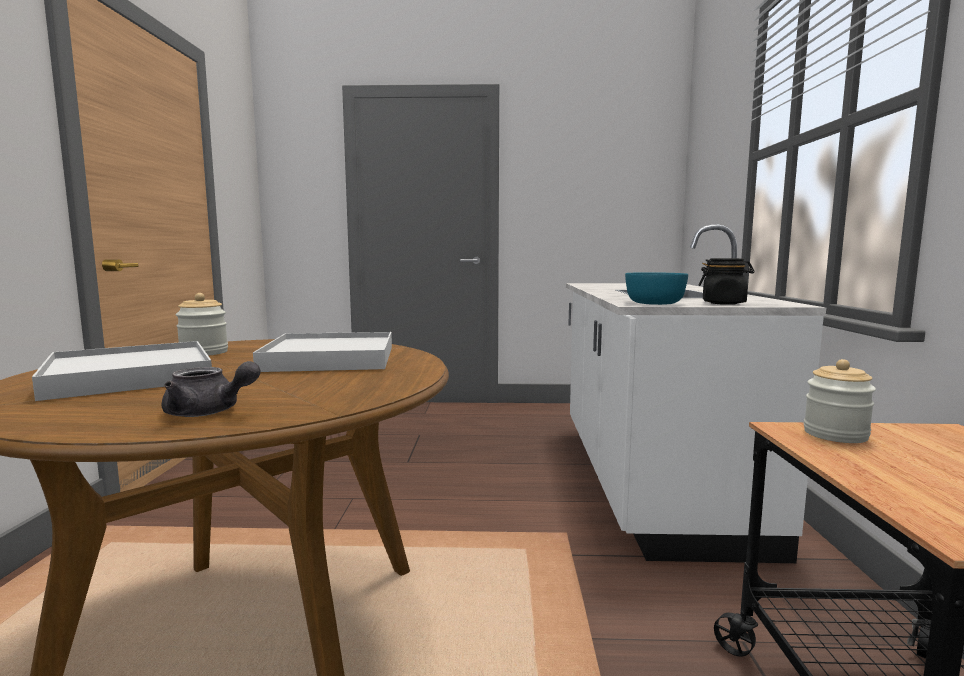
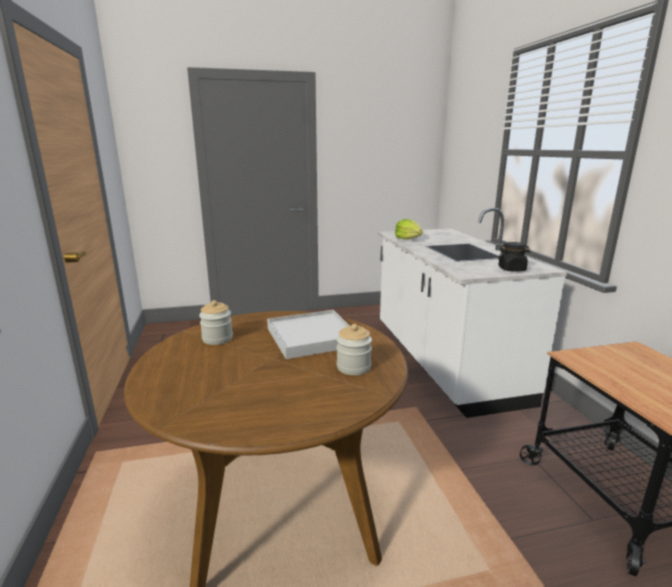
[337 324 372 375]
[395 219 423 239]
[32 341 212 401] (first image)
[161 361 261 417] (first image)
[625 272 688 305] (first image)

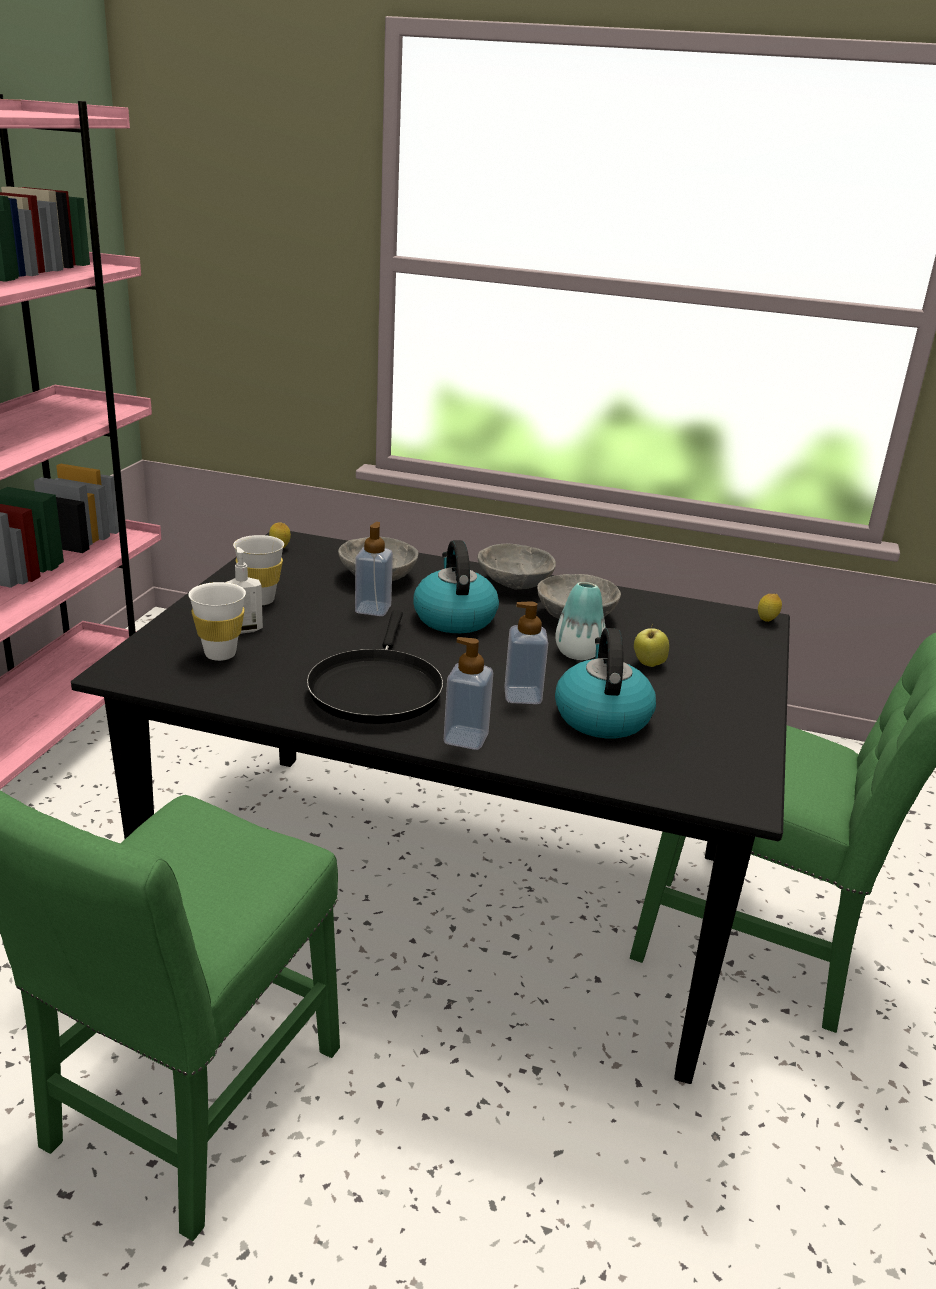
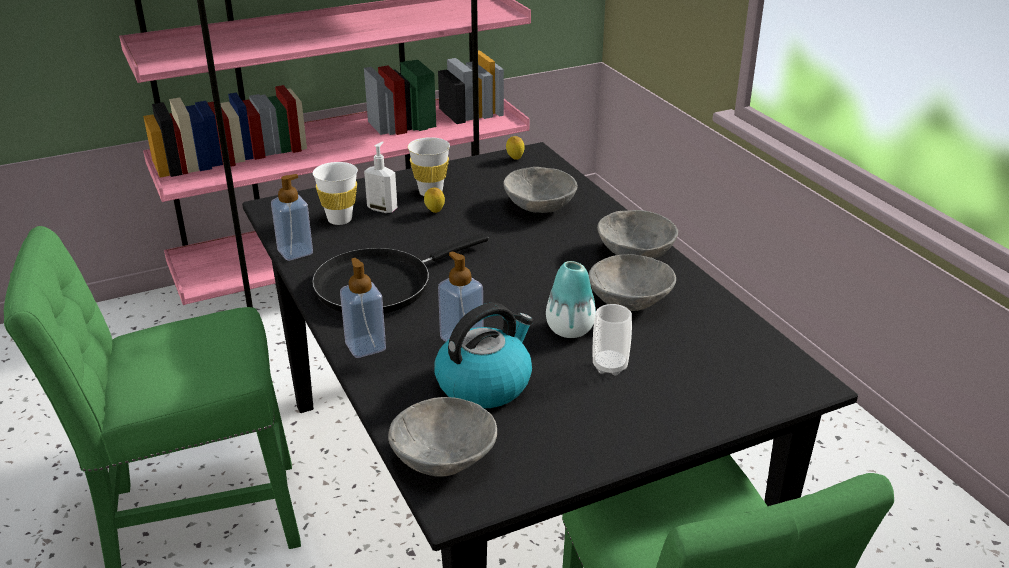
[271 174 313 261]
[388 397 497 477]
[424 187 445 213]
[593 304 632 376]
[413 540 499 633] (first image)

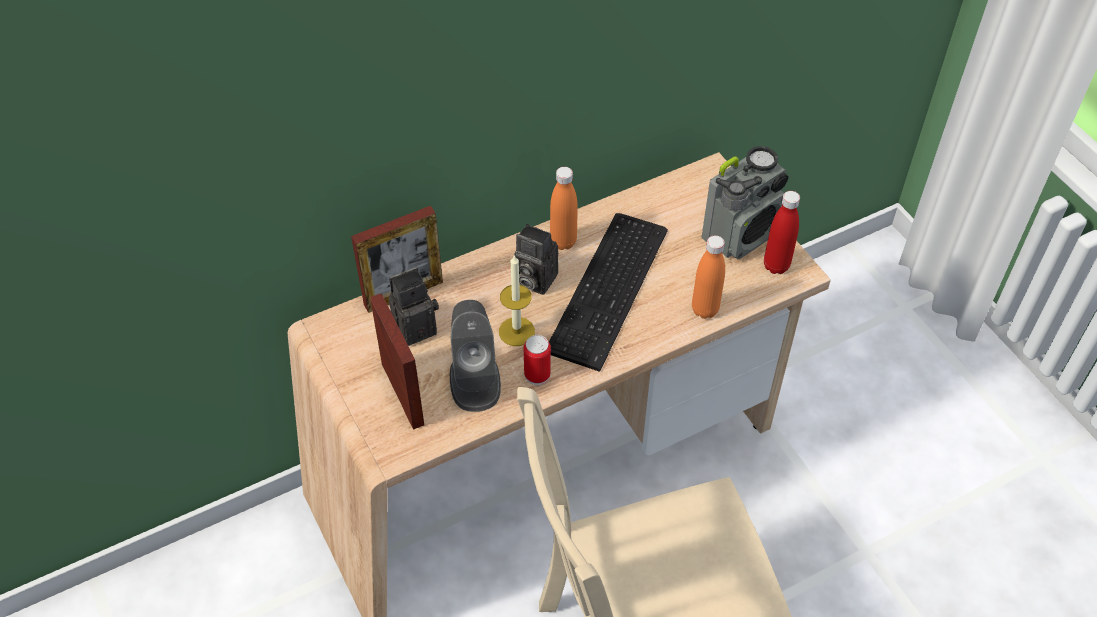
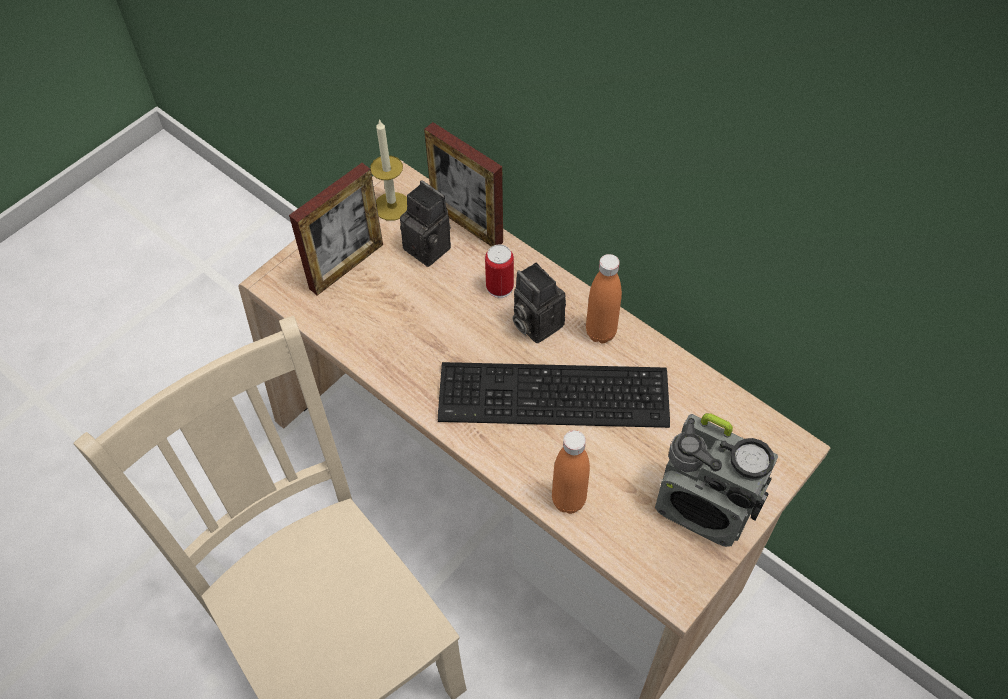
[370 119 407 221]
[485 244 514 298]
[512 262 566 343]
[450 300 501 412] (first image)
[764 191 800 274] (first image)

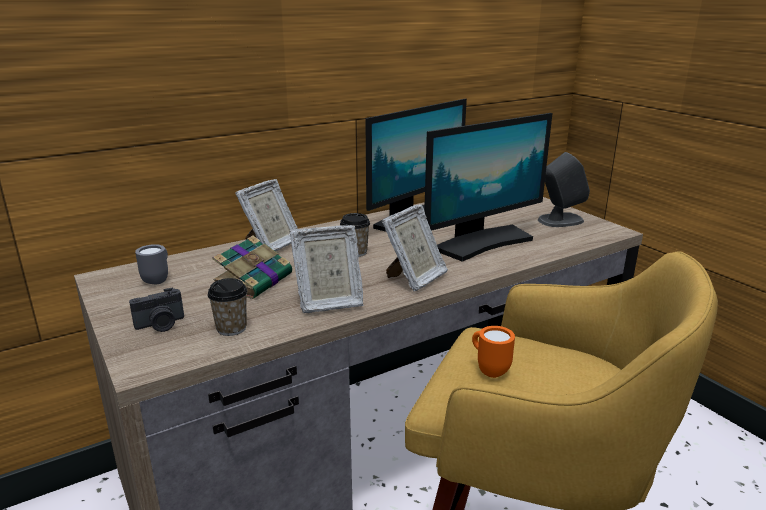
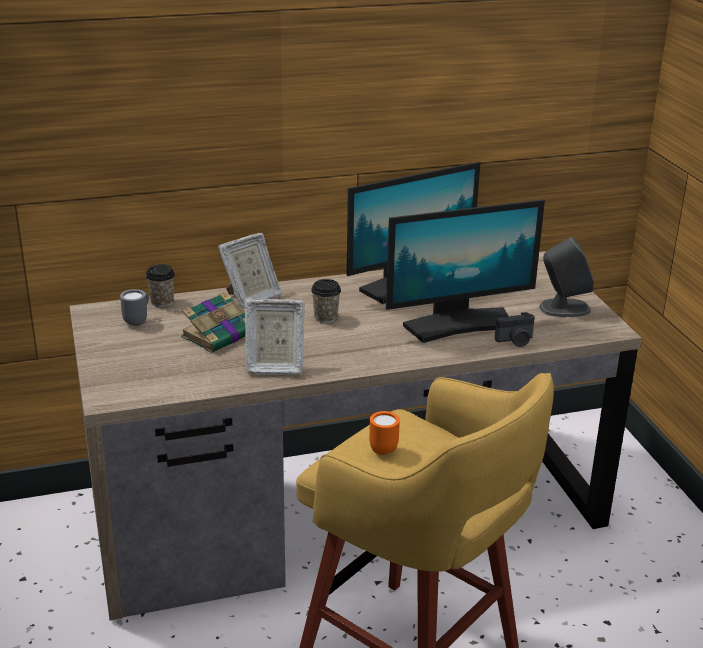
[146 264 175 307]
[495 312 535 347]
[382 204 448 292] (first image)

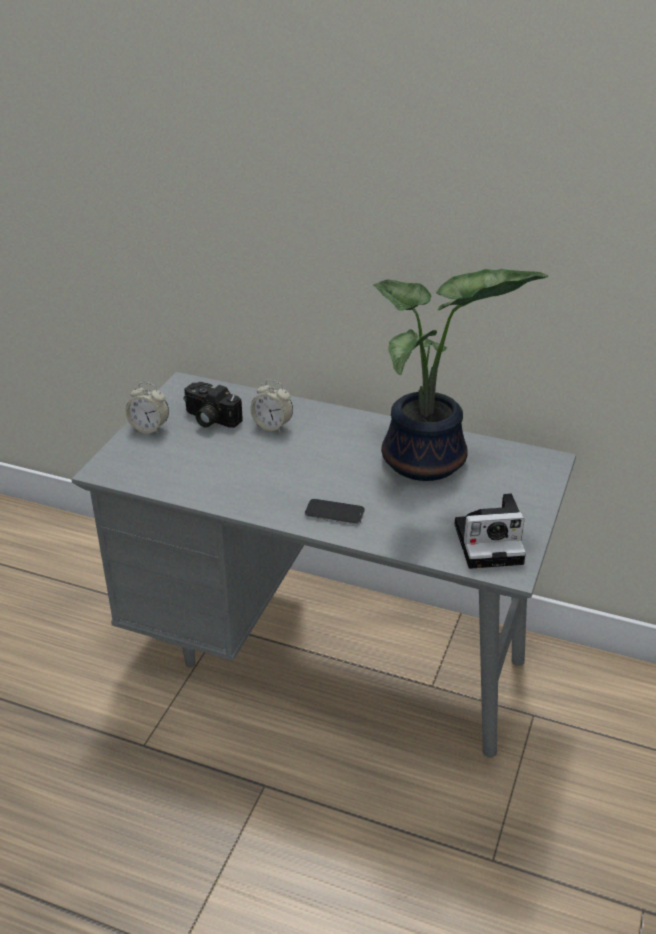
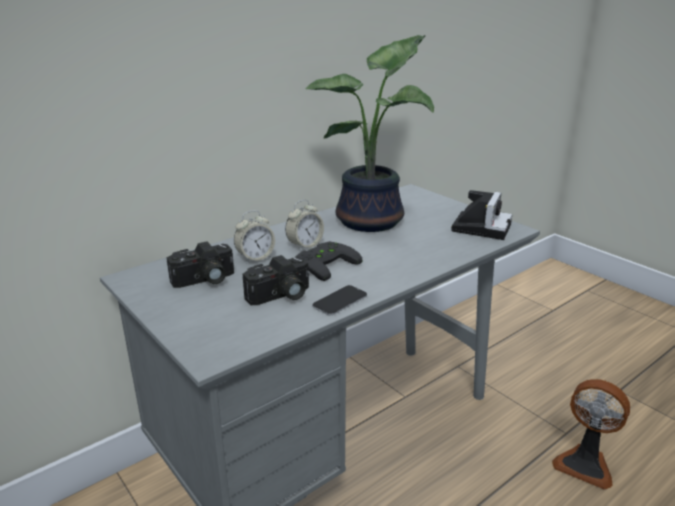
[243 255 309 305]
[285 200 324 251]
[296 241 363 281]
[312 285 367 316]
[552 379 630 490]

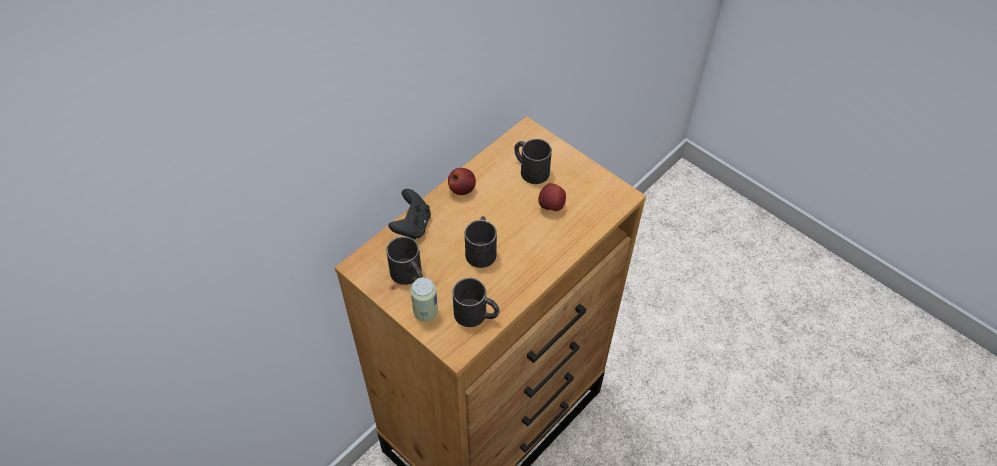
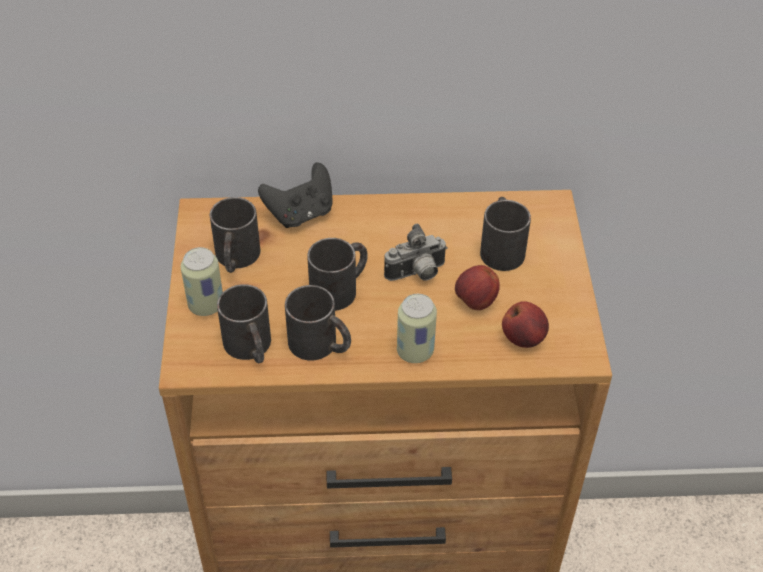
[285 285 351 360]
[384 224 447 281]
[397 294 437 363]
[502 301 549 348]

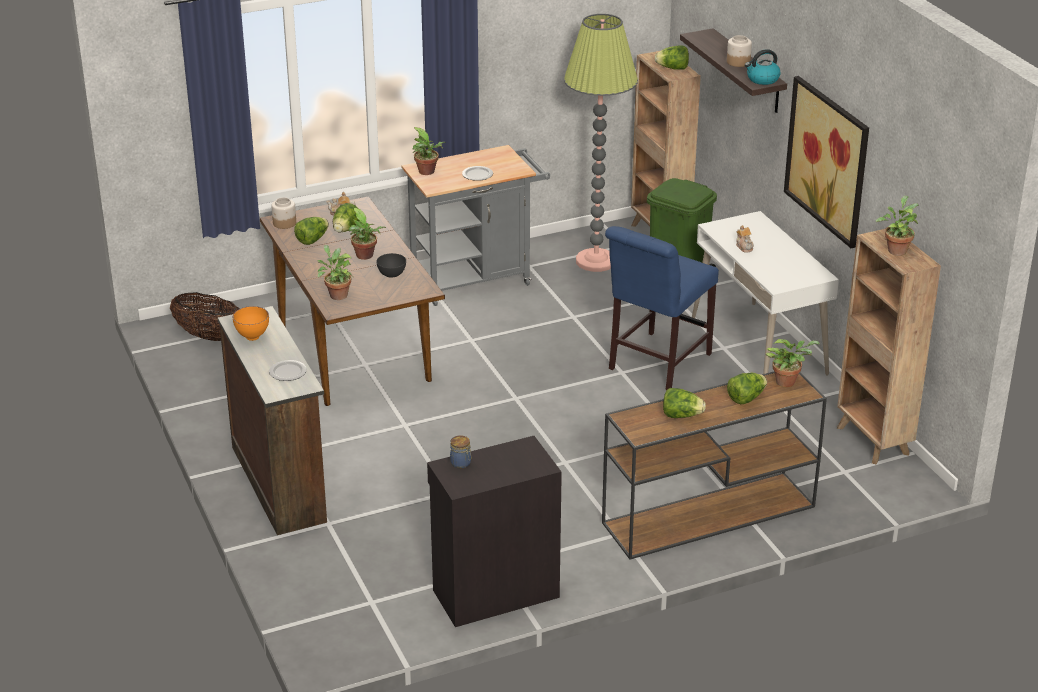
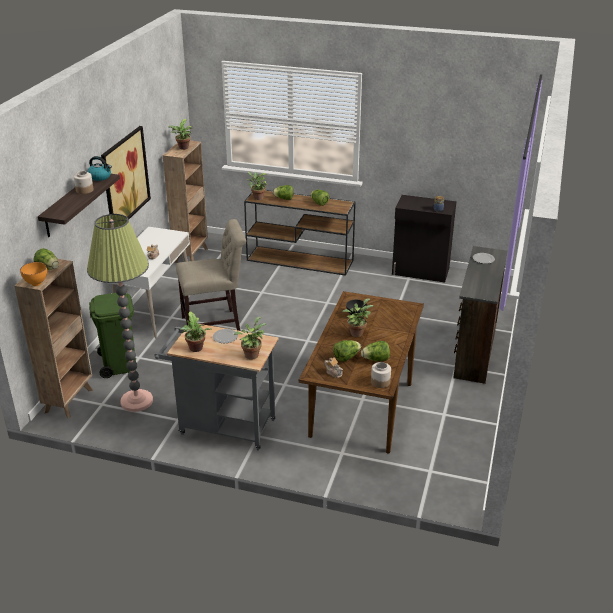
[20 262 47 286]
[176 219 246 331]
[180 311 212 352]
[170 292 239 341] (first image)

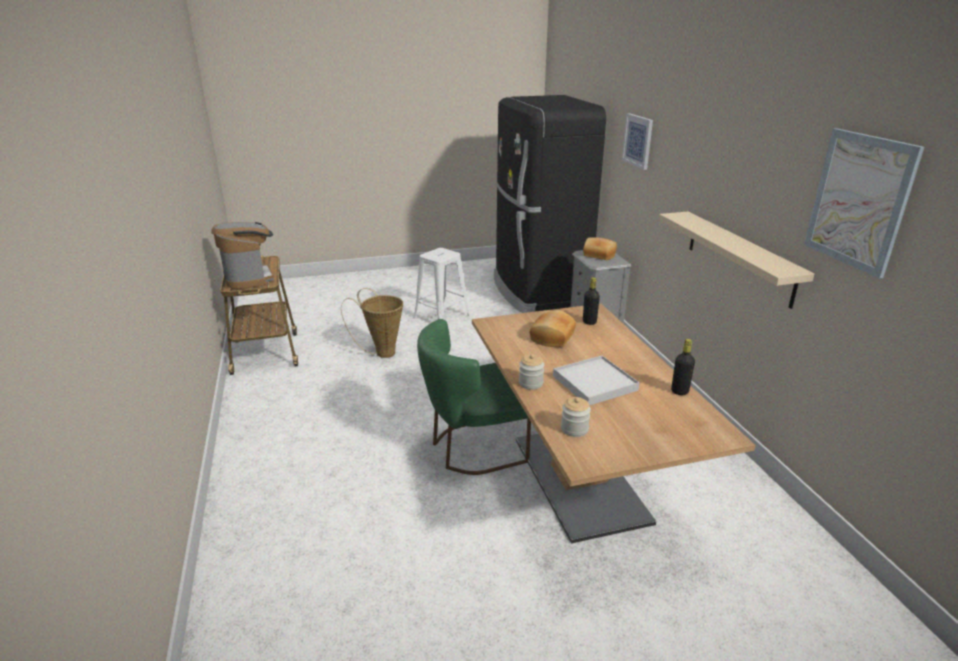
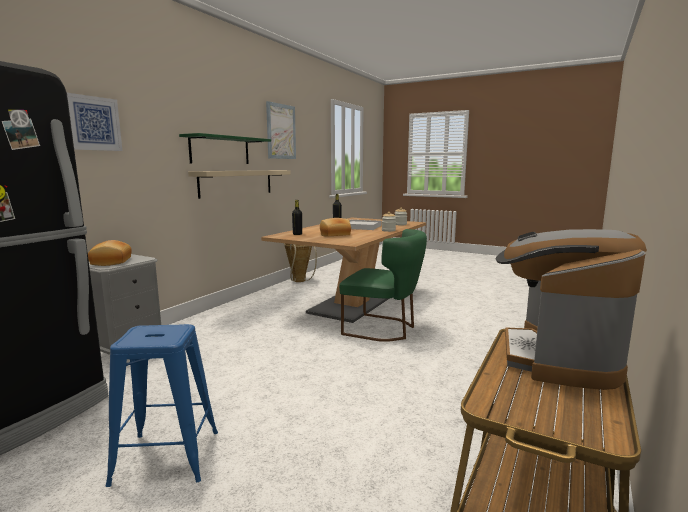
[106 324 218 487]
[179 133 271 164]
[284 243 317 282]

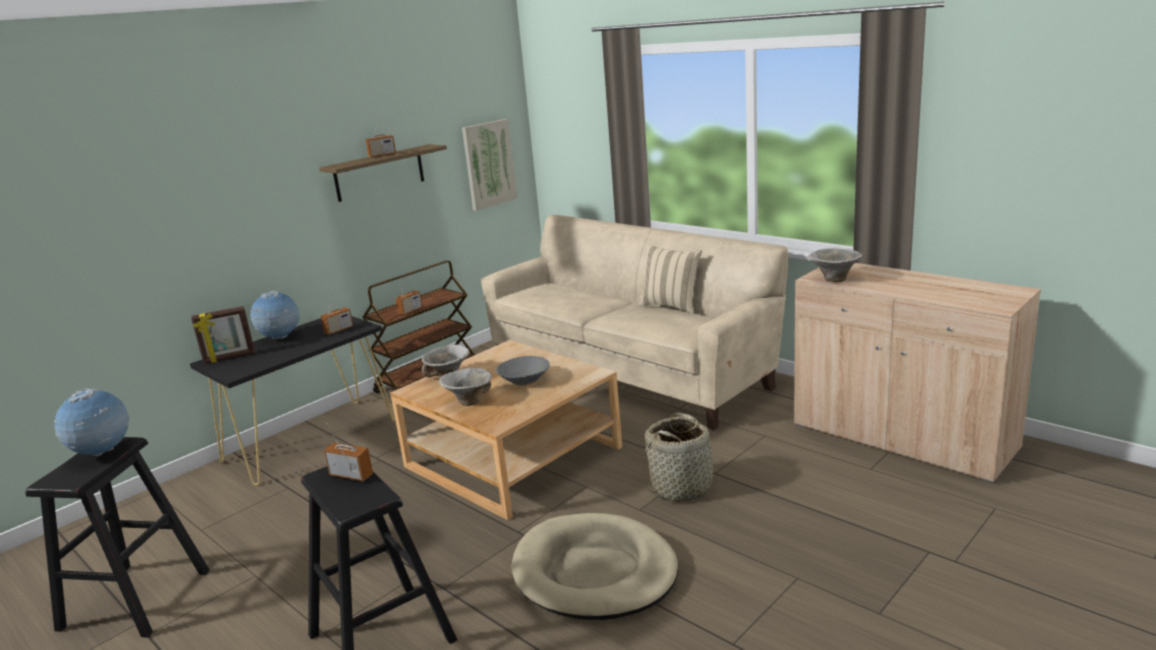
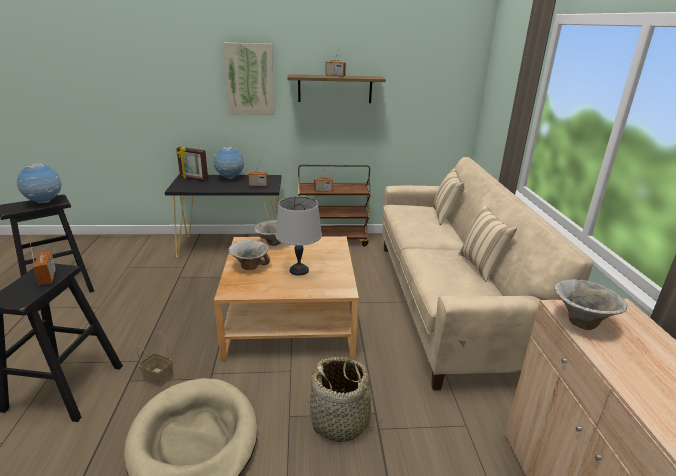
[137 332 173 387]
[223 43 275 115]
[275 196 322 276]
[434 168 465 225]

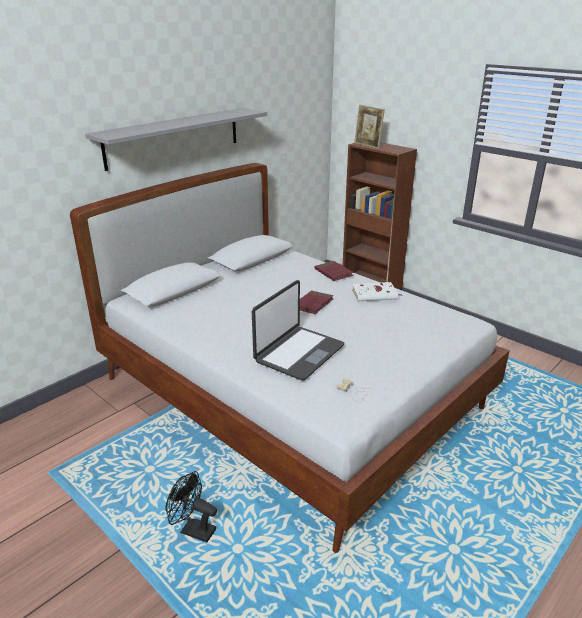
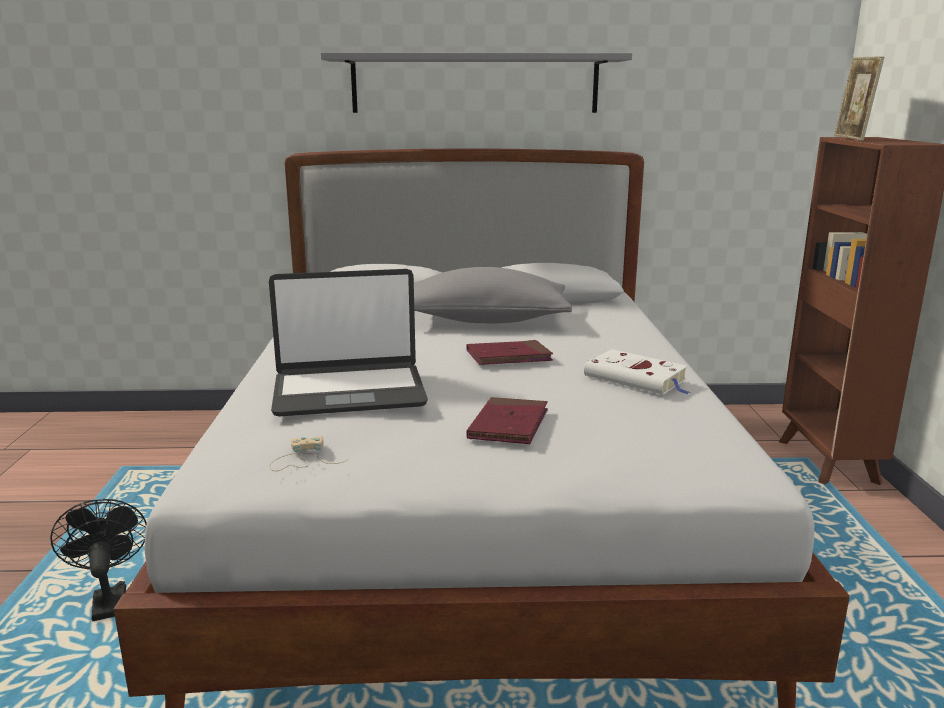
[414 267 572 323]
[466 397 548 444]

